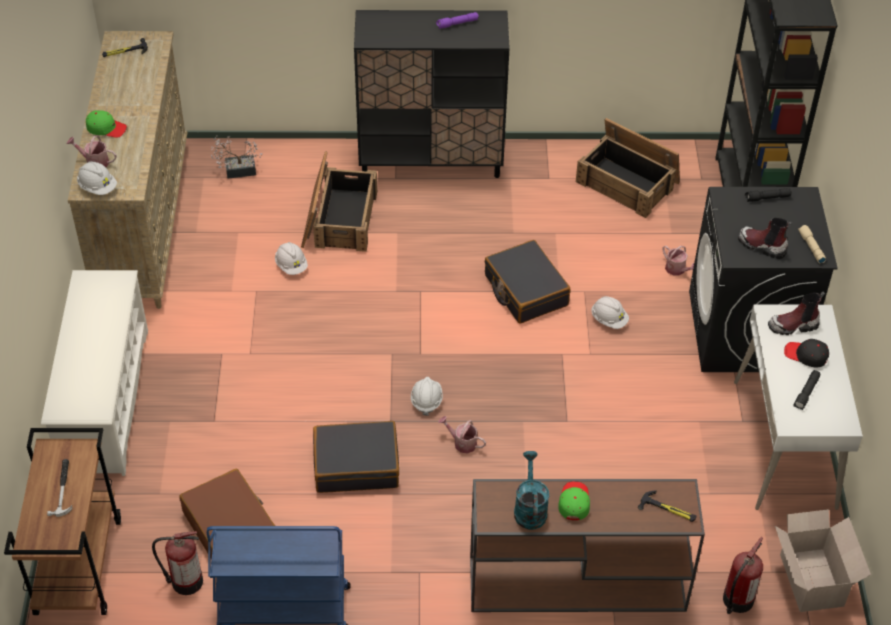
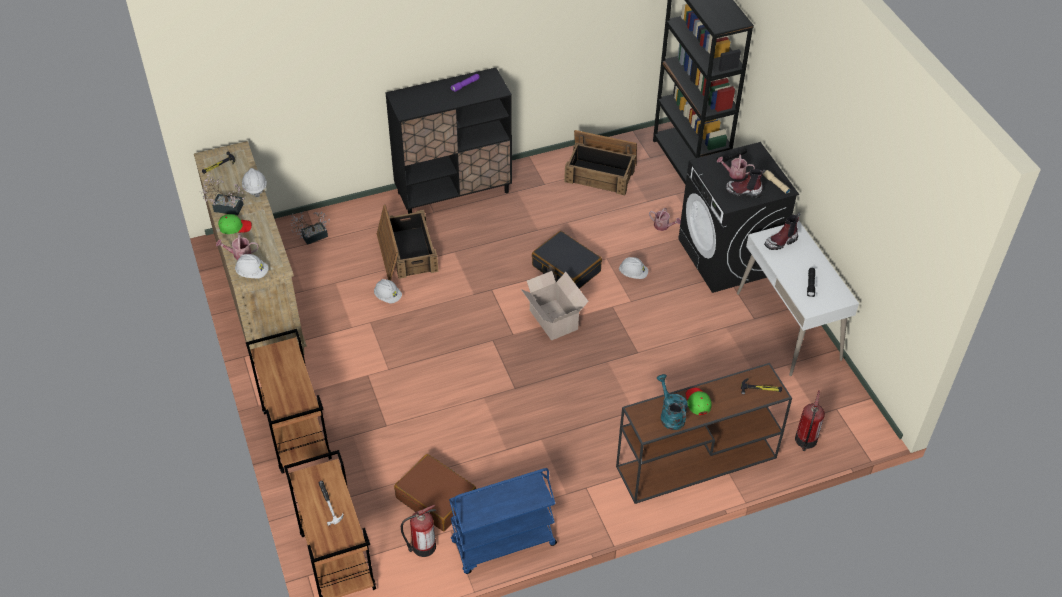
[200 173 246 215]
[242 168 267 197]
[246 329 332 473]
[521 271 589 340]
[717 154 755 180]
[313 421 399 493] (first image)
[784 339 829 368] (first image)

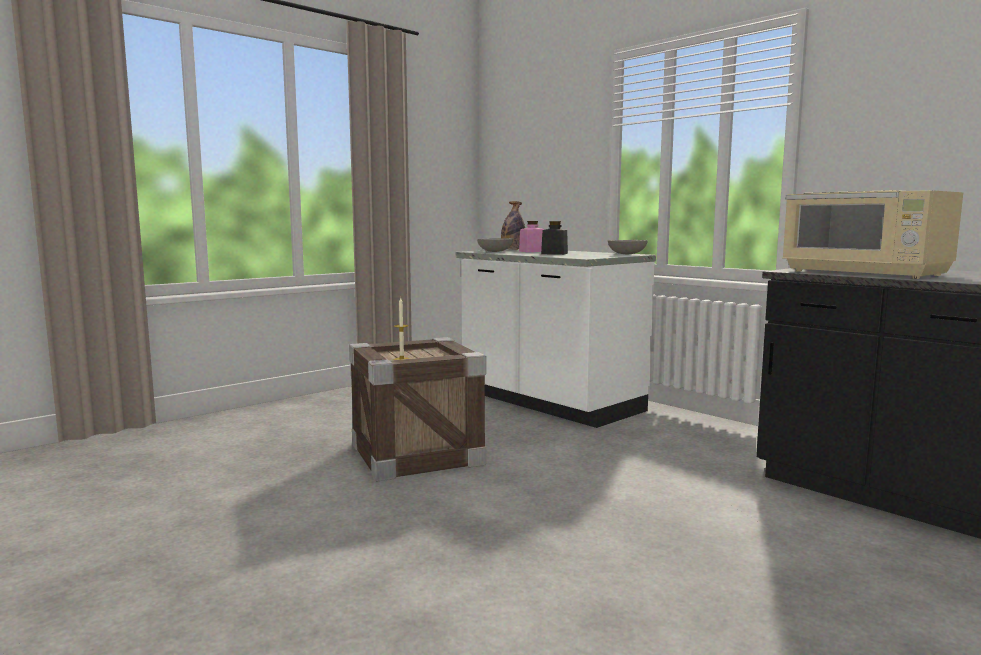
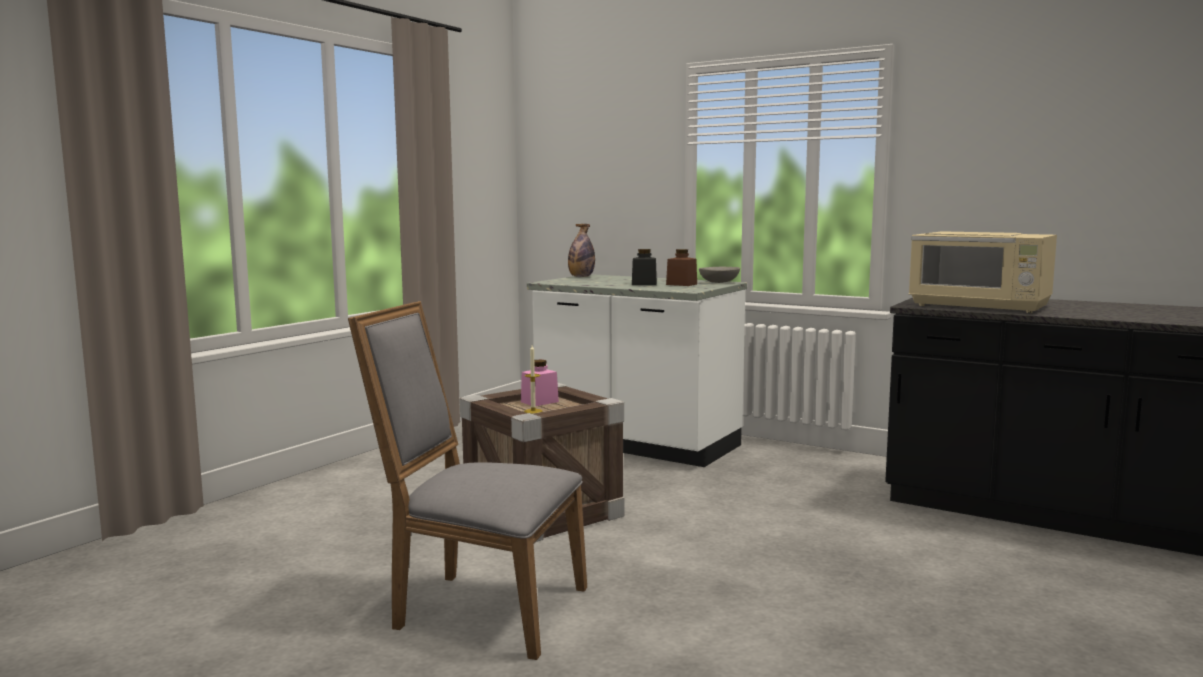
[348 301 587 660]
[521 359 559 406]
[666 249 697 286]
[477 238 513 252] (first image)

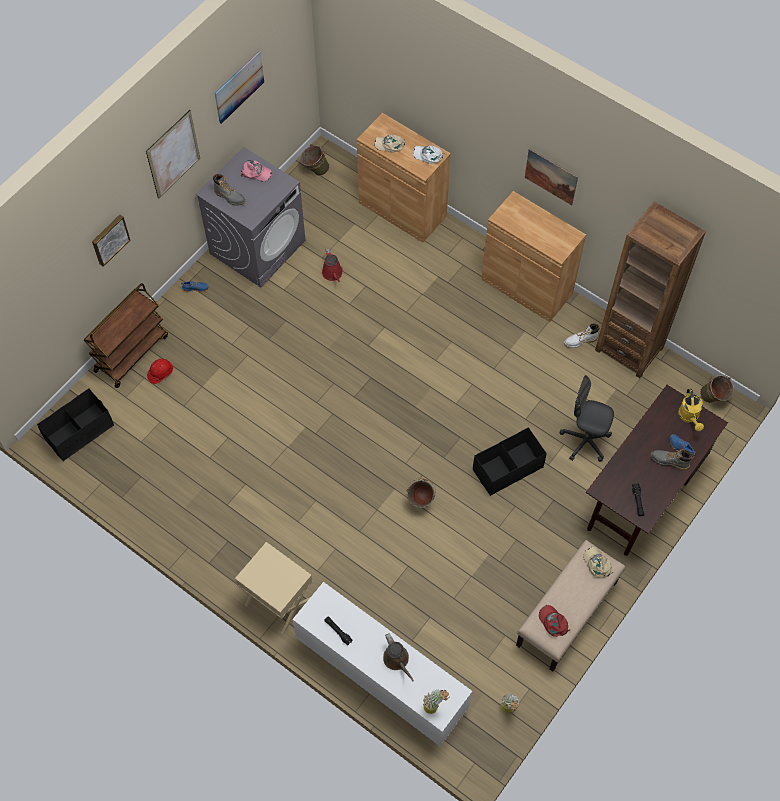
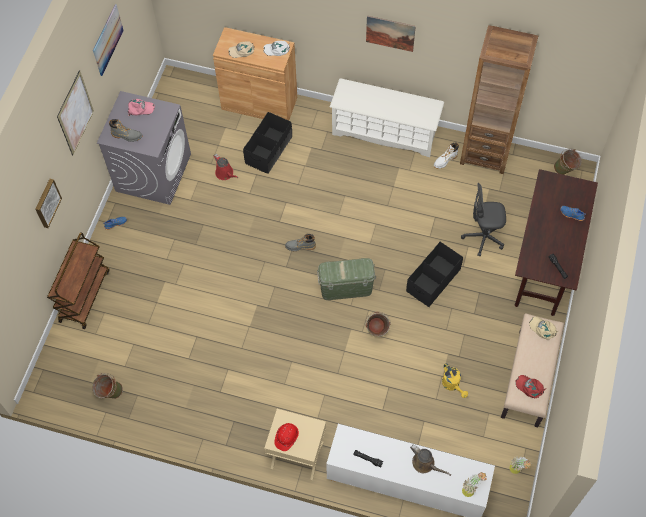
[92 373 123 399]
[243 112 292 174]
[274 423 299 451]
[285 234 316 251]
[317 258 376 300]
[330 78 444 157]
[442 363 468 398]

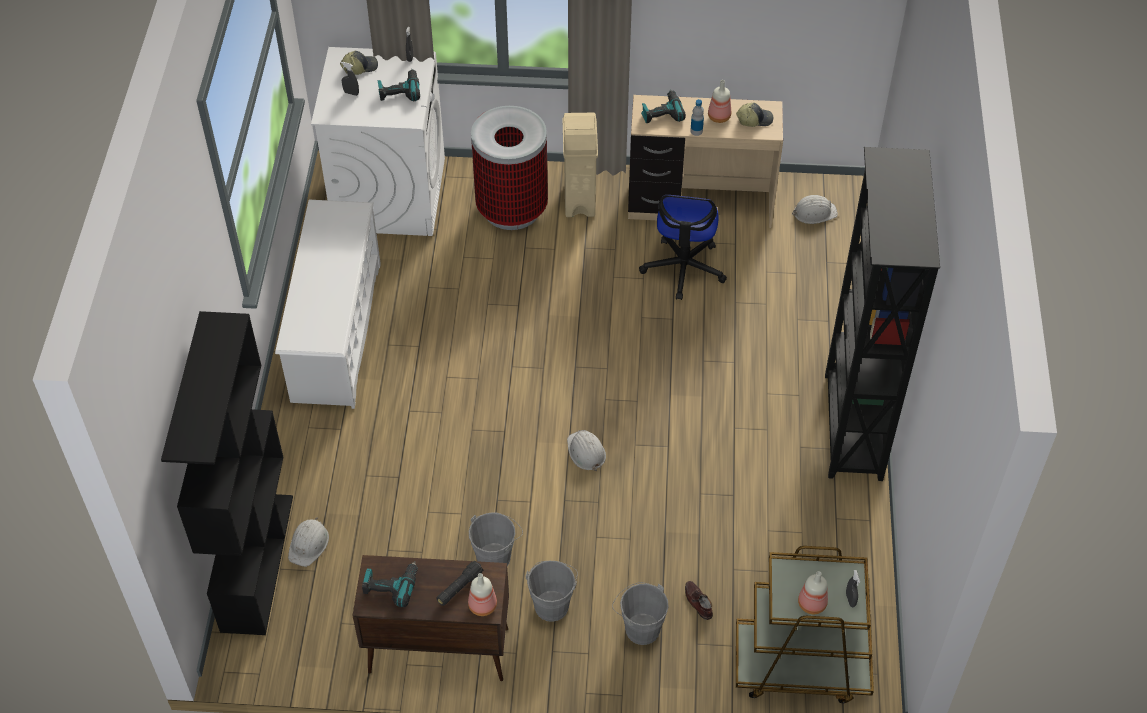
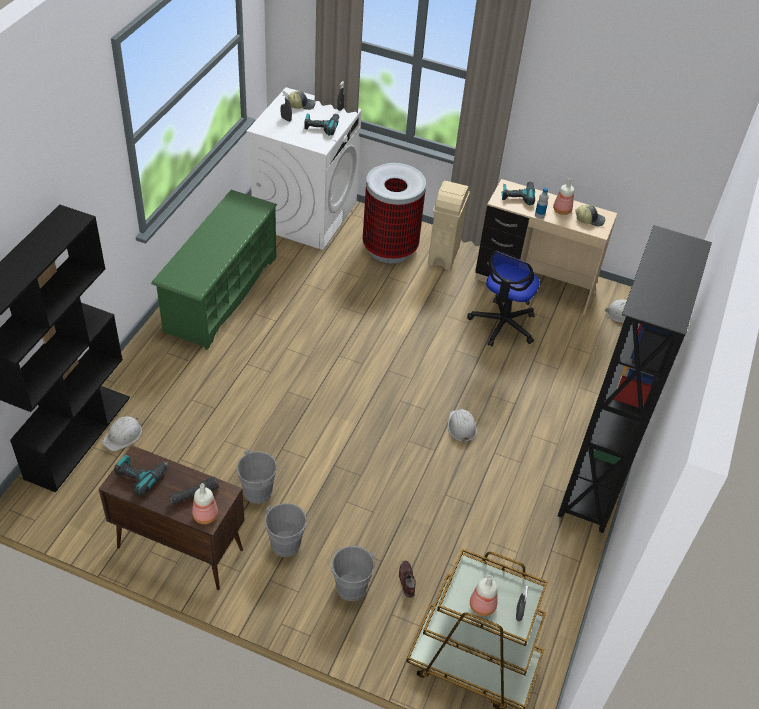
[151 190 277 350]
[448 408 477 443]

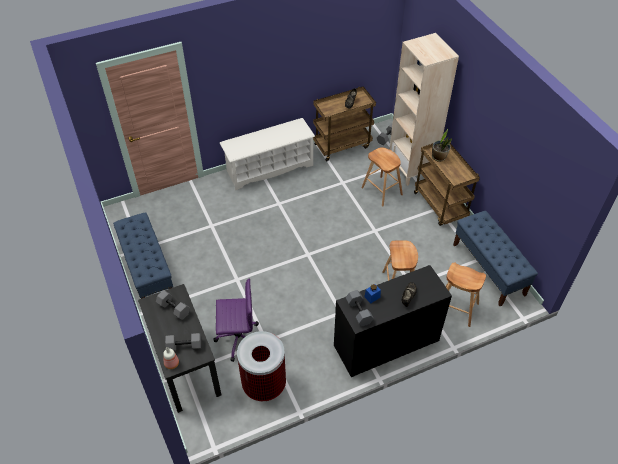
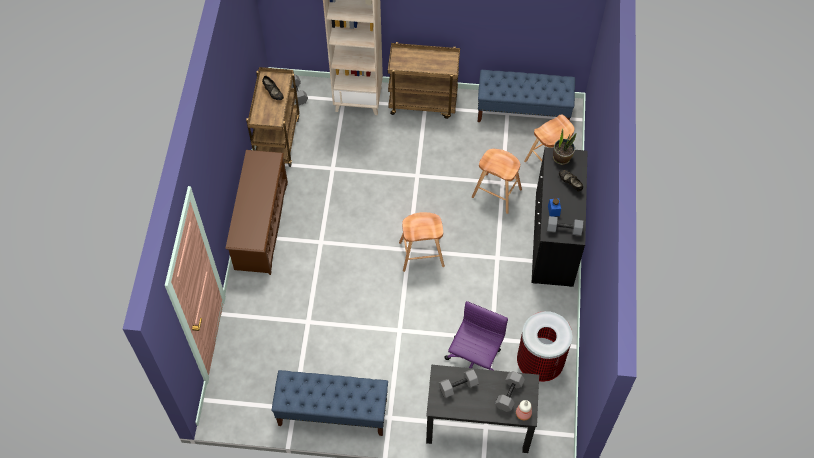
[225 150 288 275]
[399 212 445 272]
[553 129 576 165]

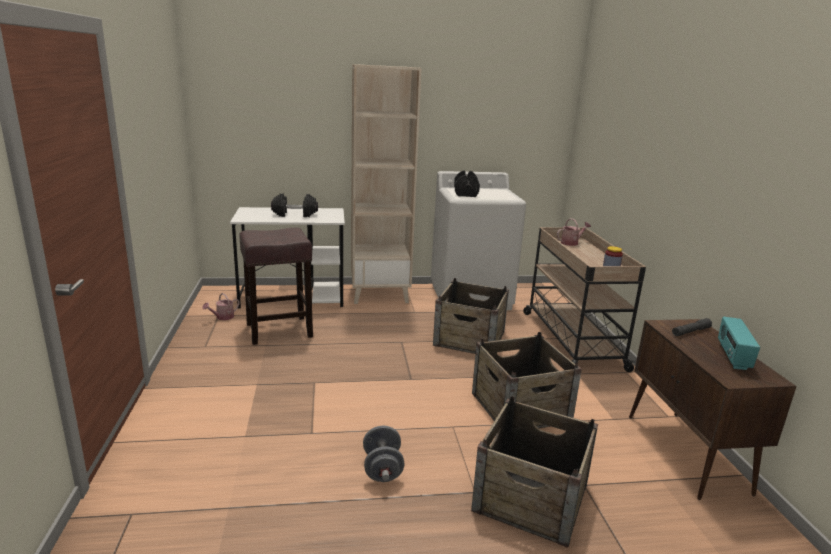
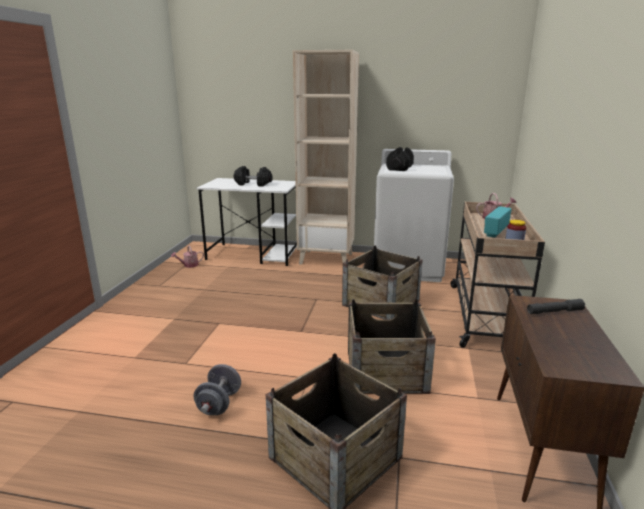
[484 206 512 238]
[239 228 313 345] (first image)

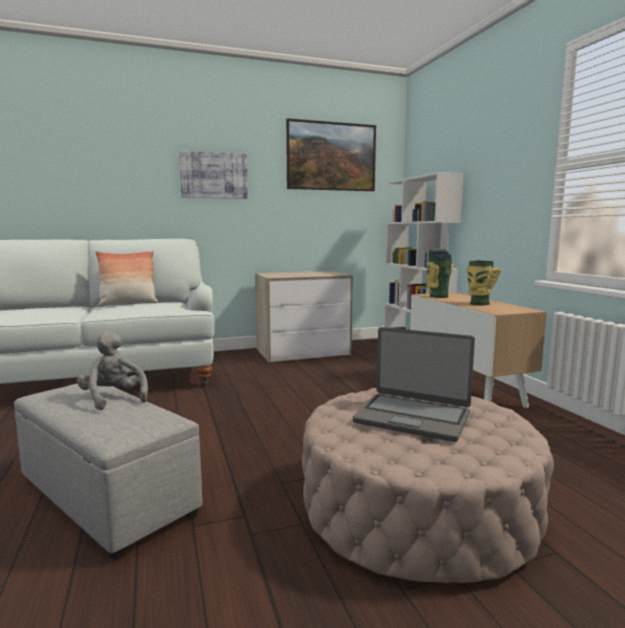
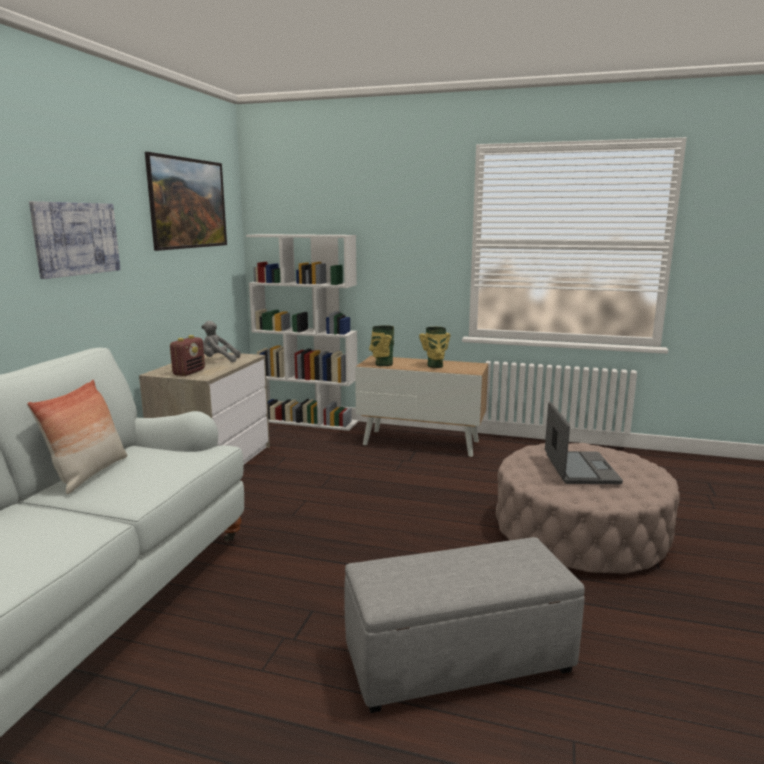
[170 335 205 376]
[201 321 240 362]
[545 402 623 484]

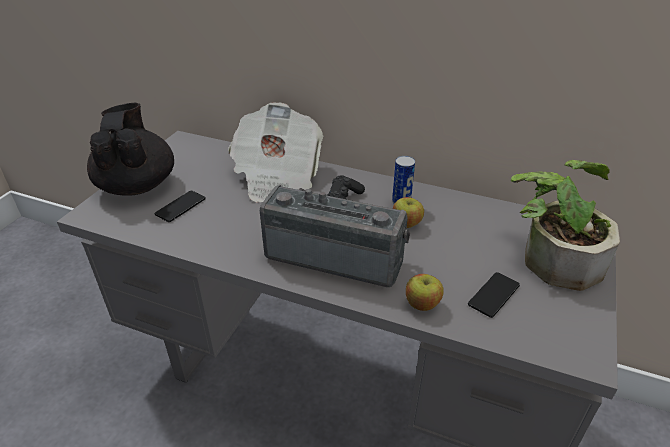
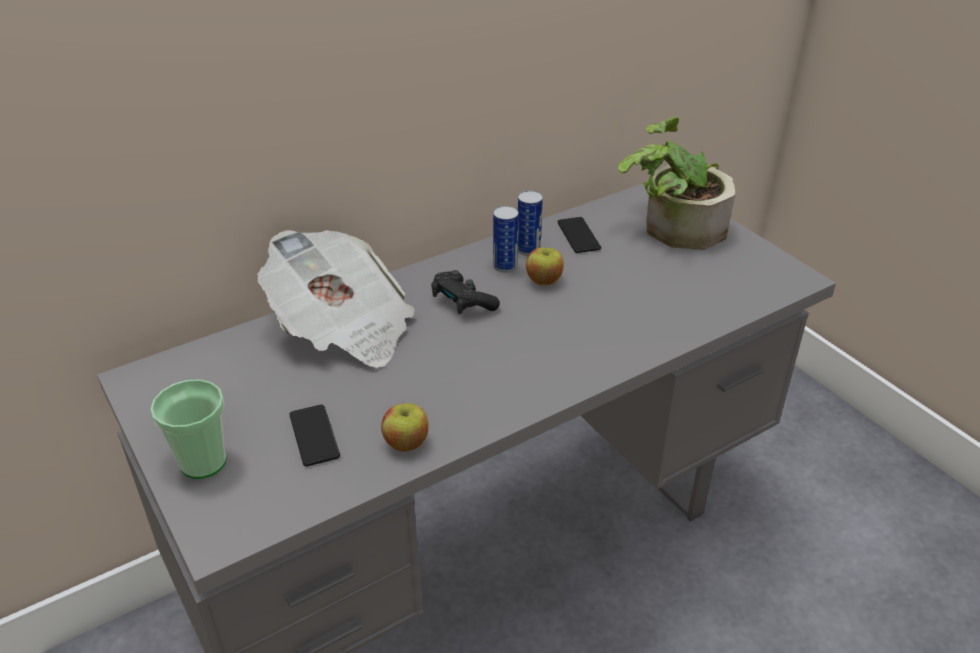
[150 379 226 479]
[381 403 429 452]
[518 191 543 256]
[558 217 601 253]
[260 185 410 287] (first image)

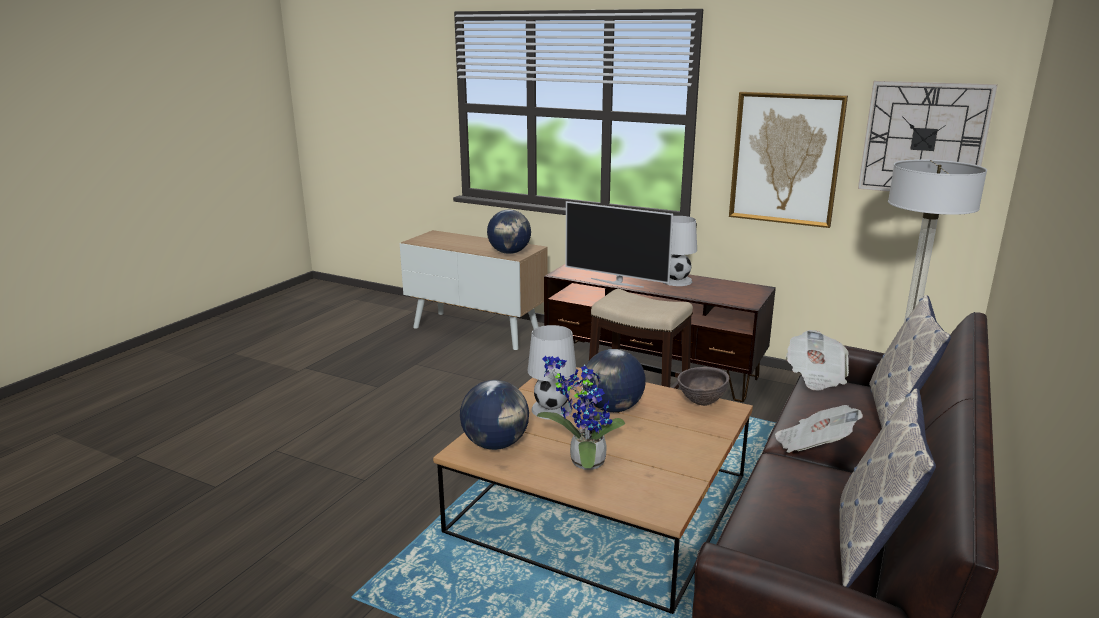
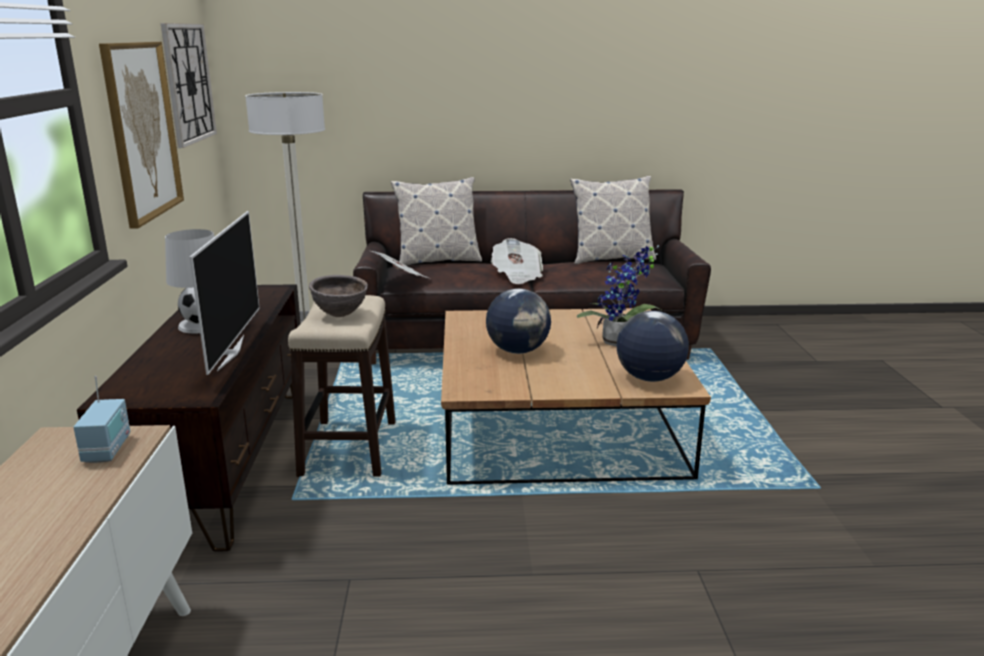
[73 376 130 463]
[309 275 368 317]
[528 325 576 420] (first image)

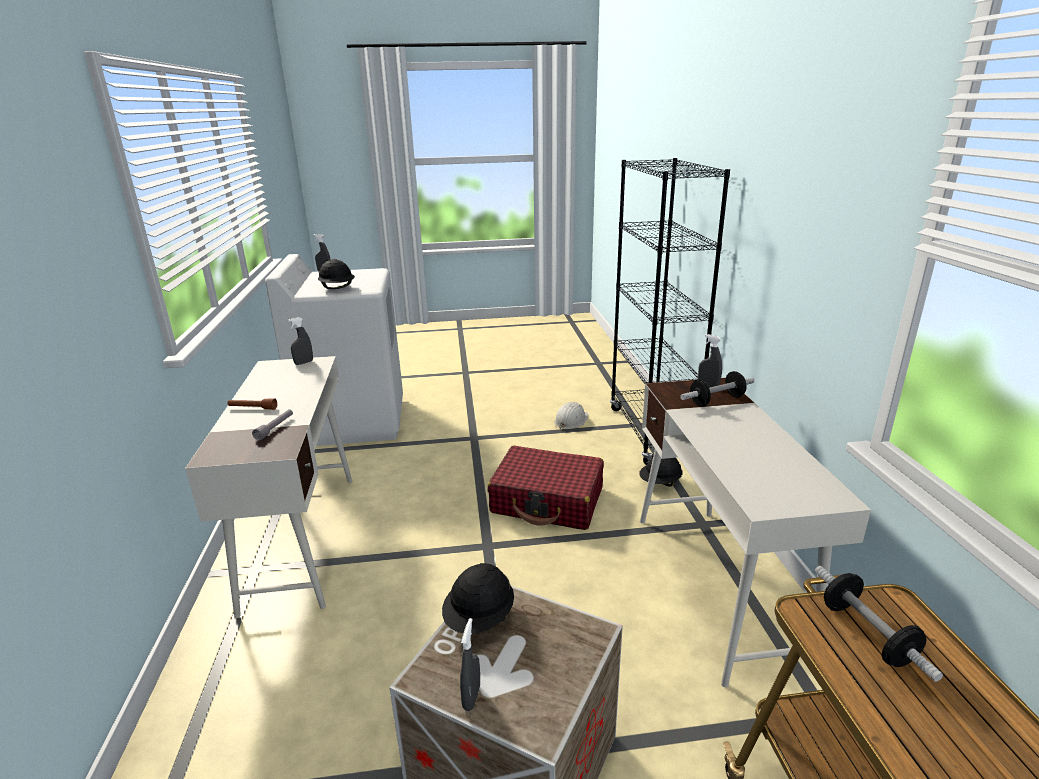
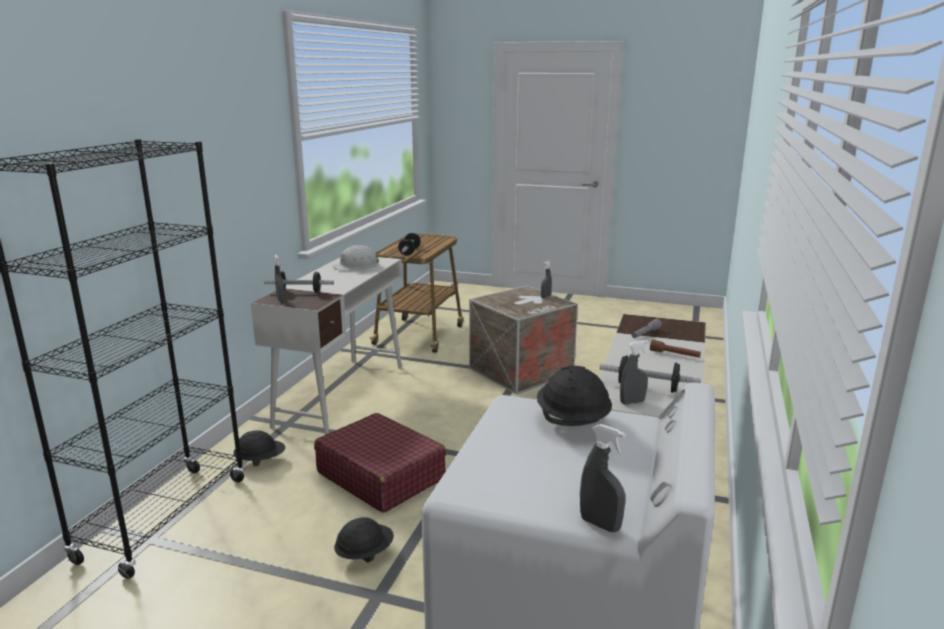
[332 244 379 271]
[334 517 394 563]
[600 355 701 393]

